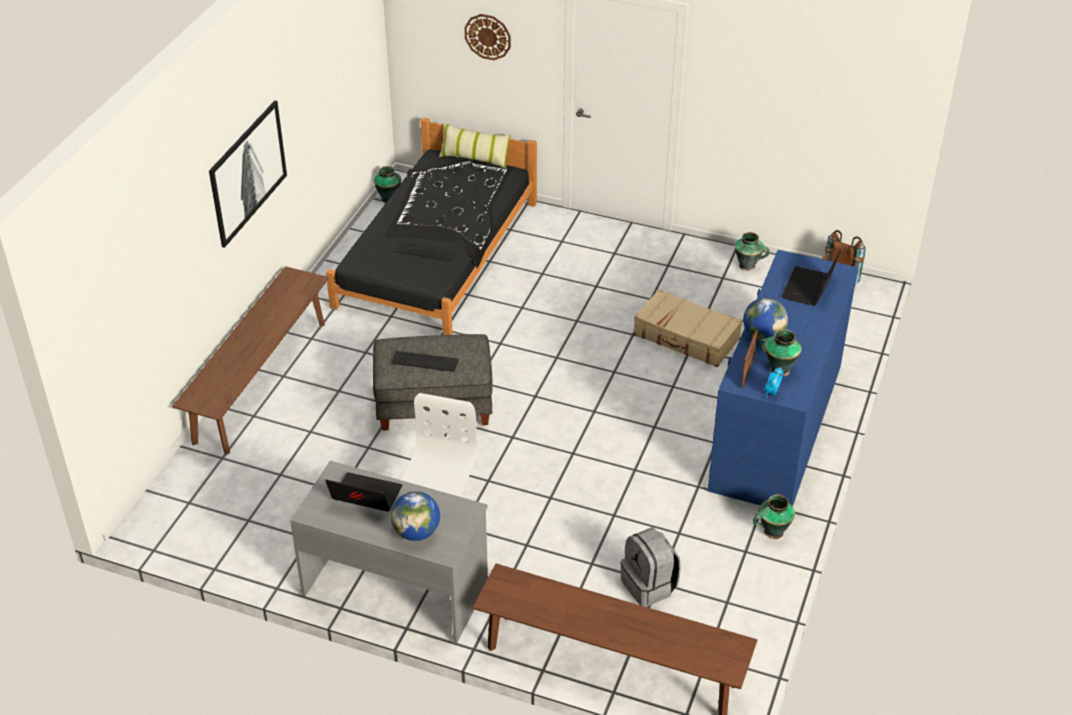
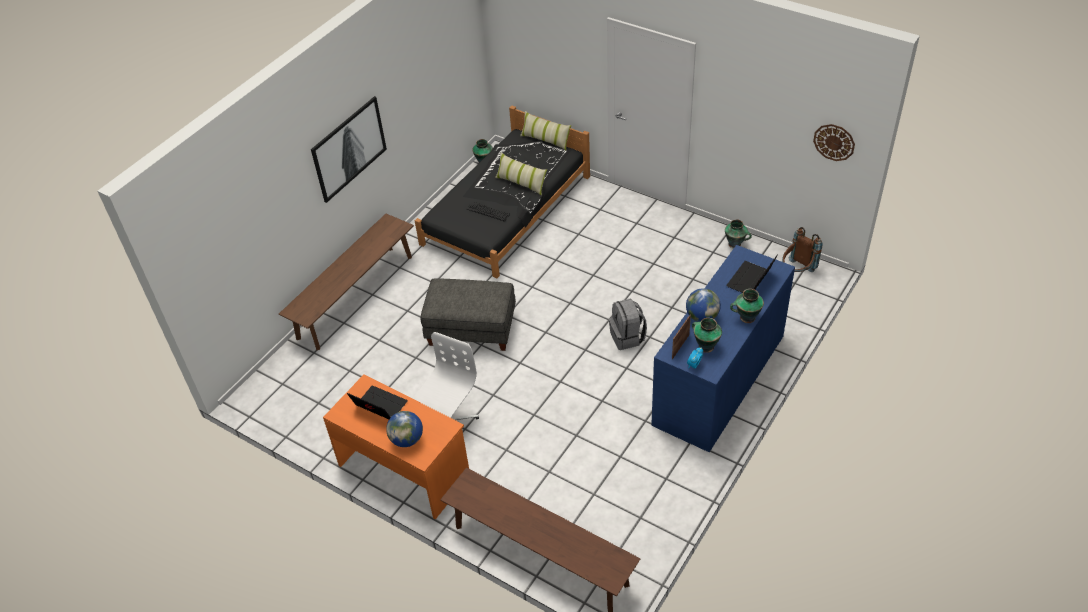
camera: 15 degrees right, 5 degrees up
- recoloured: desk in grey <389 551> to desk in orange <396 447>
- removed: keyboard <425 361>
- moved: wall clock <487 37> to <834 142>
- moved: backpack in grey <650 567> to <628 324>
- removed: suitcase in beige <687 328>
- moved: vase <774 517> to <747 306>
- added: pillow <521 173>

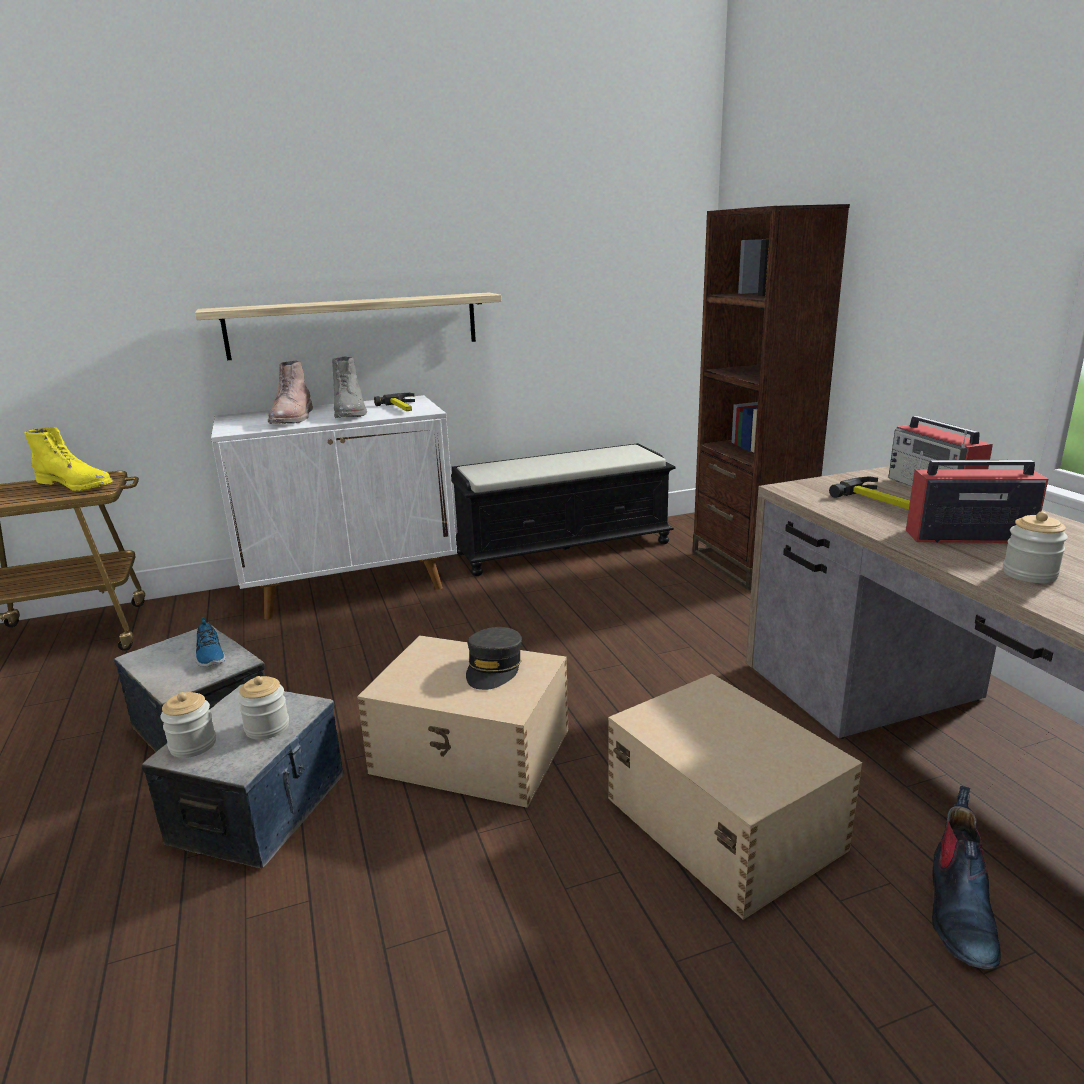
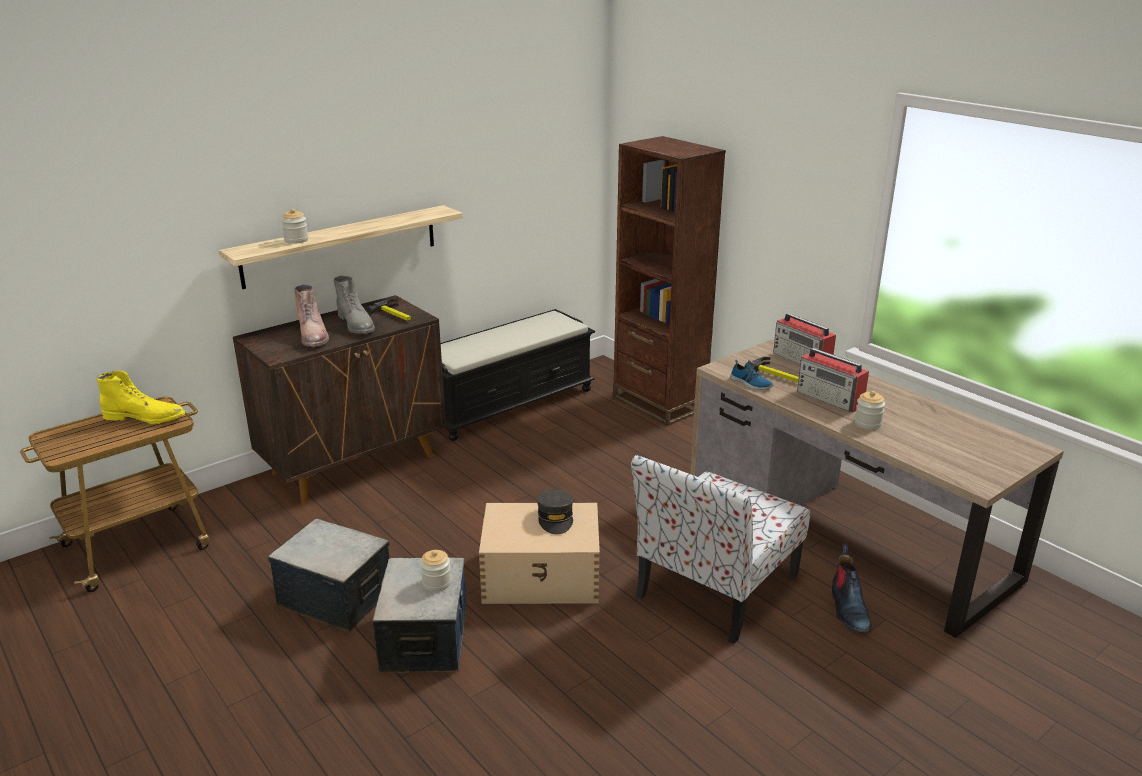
camera: 20 degrees left, 5 degrees up
- moved: jar <188 725> to <294 226>
- moved: shoe <210 642> to <751 375>
- recoloured: cabinet in white <334 507> to cabinet in brown <339 399>
- replaced: storage box in beige <735 797> to chair <720 549>
- turned: radio <977 497> = <833 380> 120 degrees counterclockwise

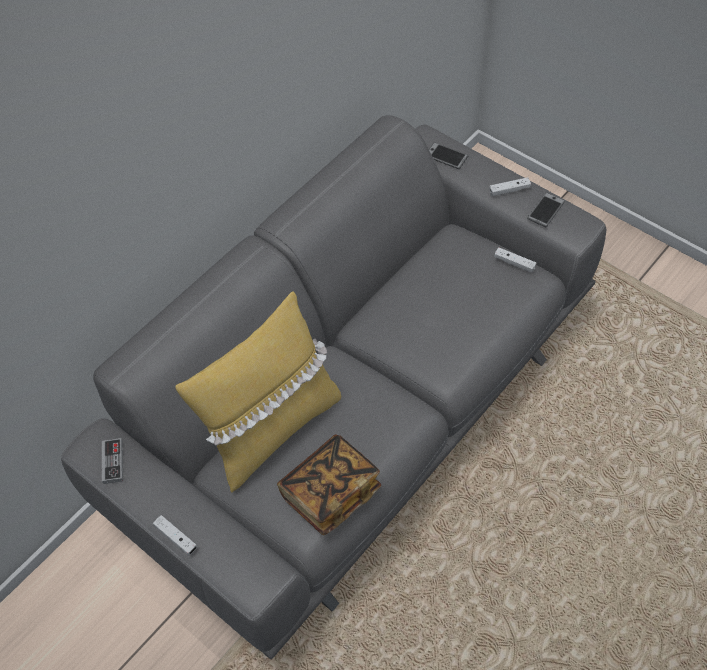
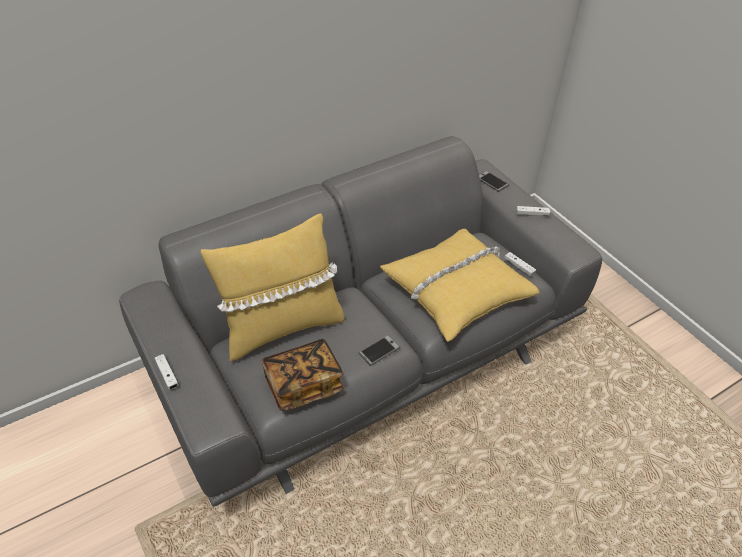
camera: 15 degrees right, 10 degrees down
- removed: game controller <112 461>
- moved: phone <546 209> to <379 350>
- added: pillow in yellow <460 285>

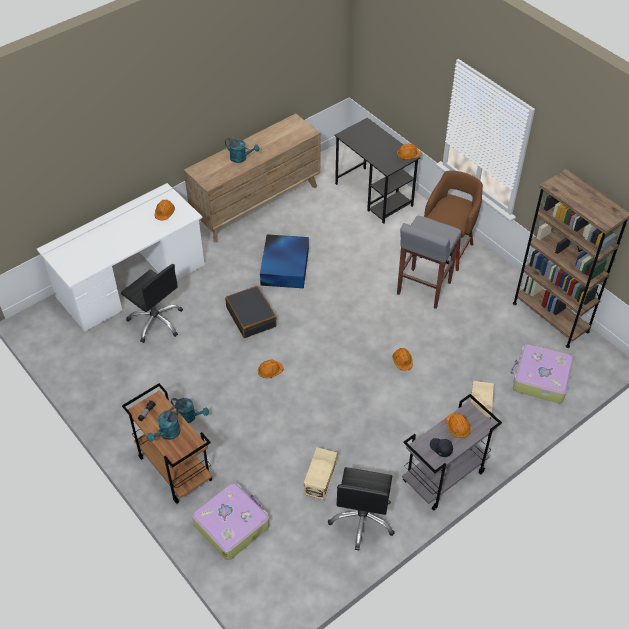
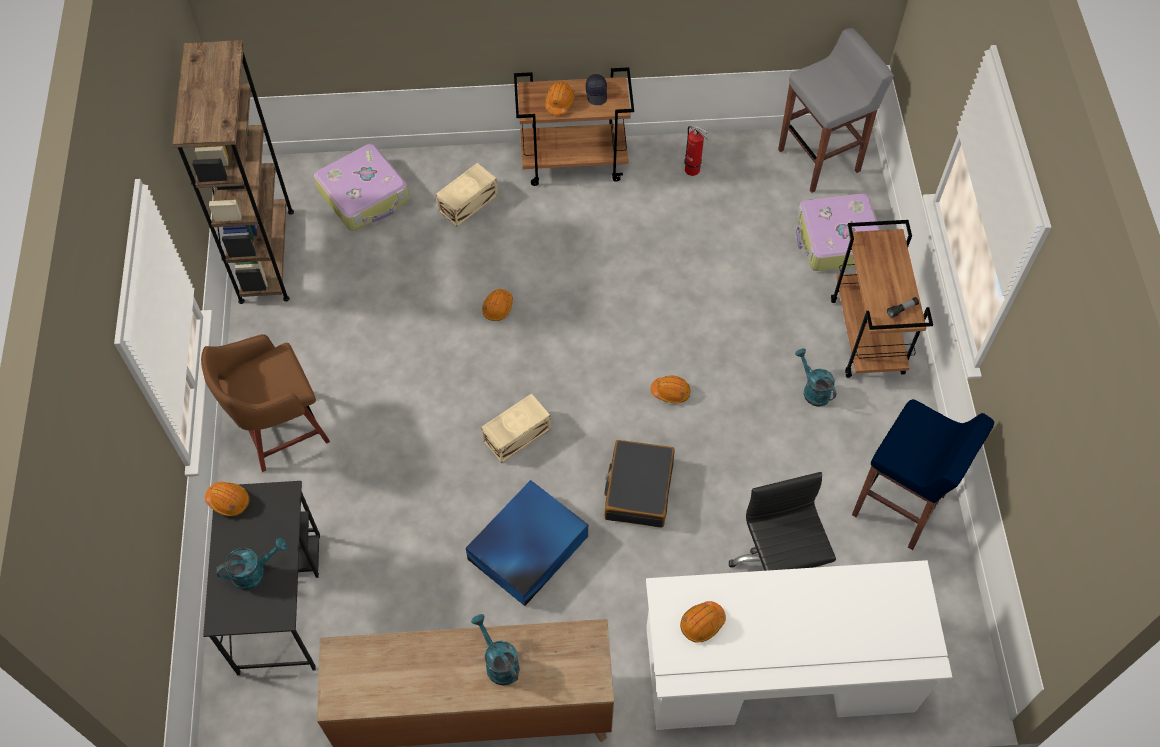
camera: 145 degrees left, 10 degrees up
- moved: watering can in turquoise <164 424> to <251 564>
- moved: storage box in beige <320 473> to <516 428>
- replaced: office chair in black <361 509> to fire extinguisher <696 151>
- moved: stool in grey <429 262> to <836 110>
- recoloured: cart in grey <452 452> to cart in brown <574 126>
- added: stool in blue <923 474>

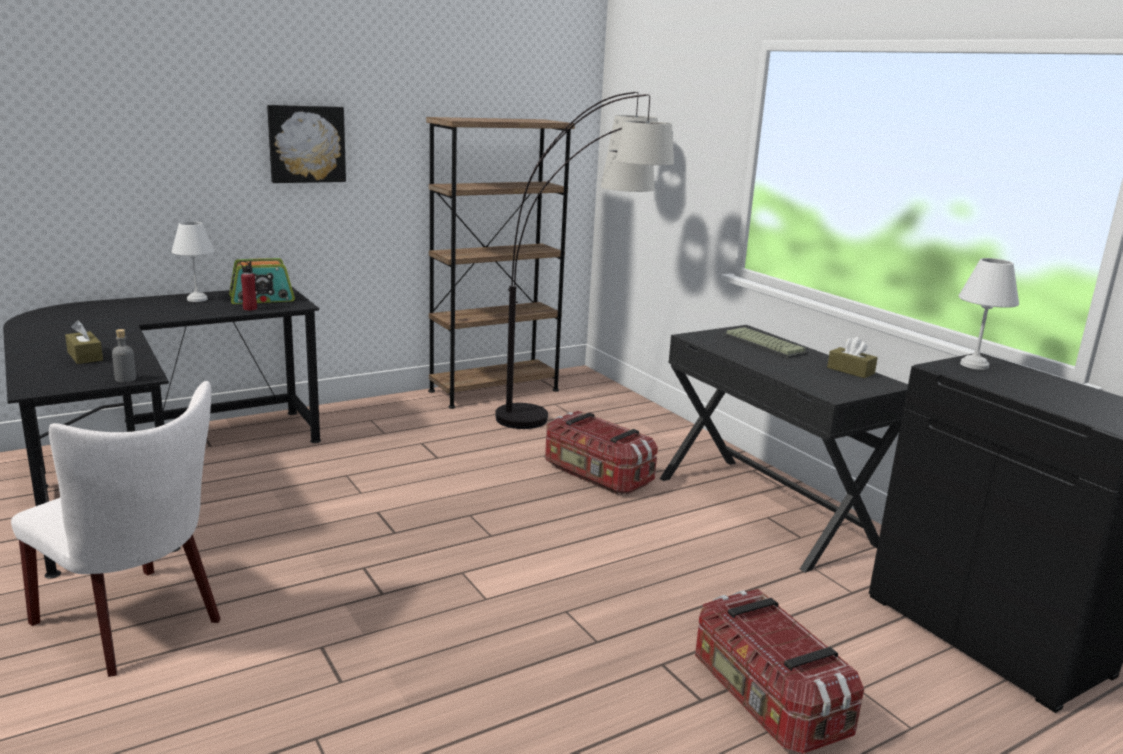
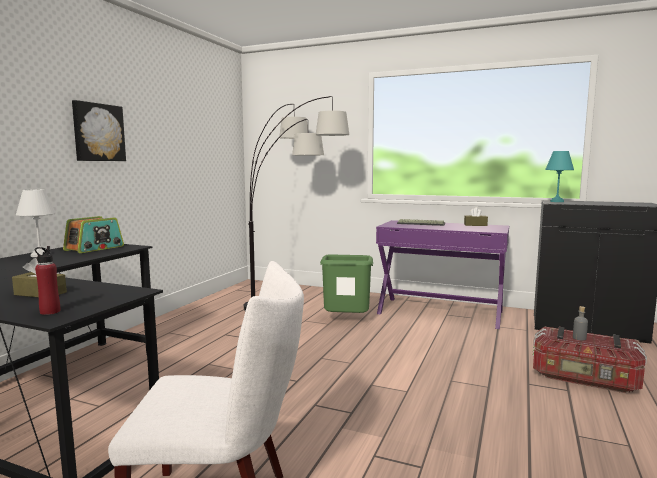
camera: 35 degrees left, 10 degrees down
- moved: bottle in grey <124 355> to <580 323>
- moved: bottle in red <248 286> to <47 280>
- removed: bookcase in brown <500 263>
- replaced: storage box <601 453> to trash can in green <346 283>
- recoloured: desk in black <784 449> to desk in purple <442 274>
- recoloured: table lamp in white <989 314> to table lamp in turquoise <559 176>

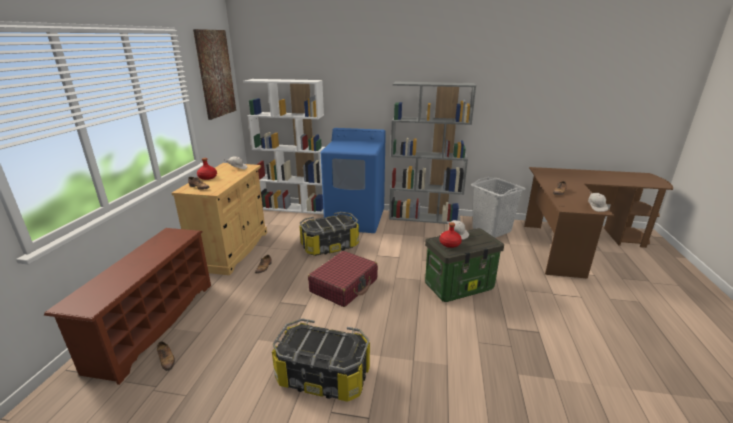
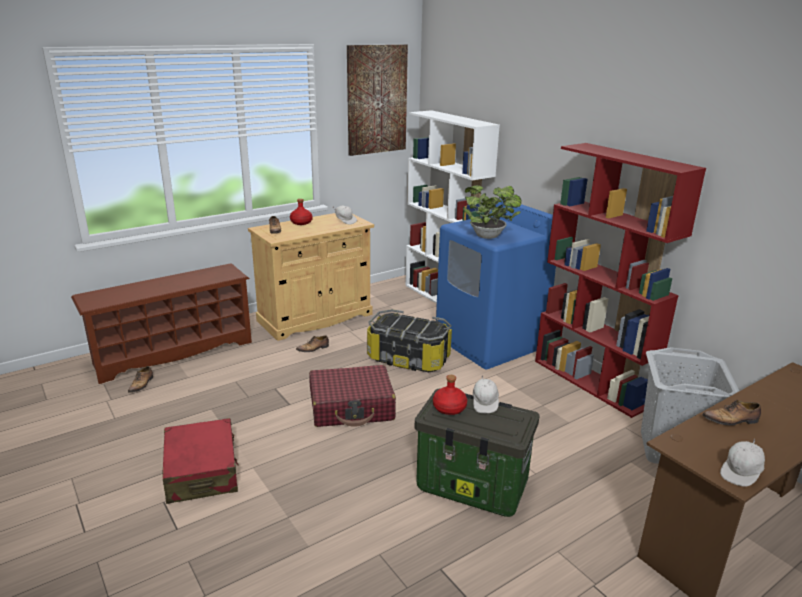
camera: 45 degrees right, 0 degrees up
- replaced: storage box <321 360> to suitcase in red <200 461>
- recoloured: bookcase in grey <432 153> to bookcase in red <620 280>
- added: potted plant <492 212>

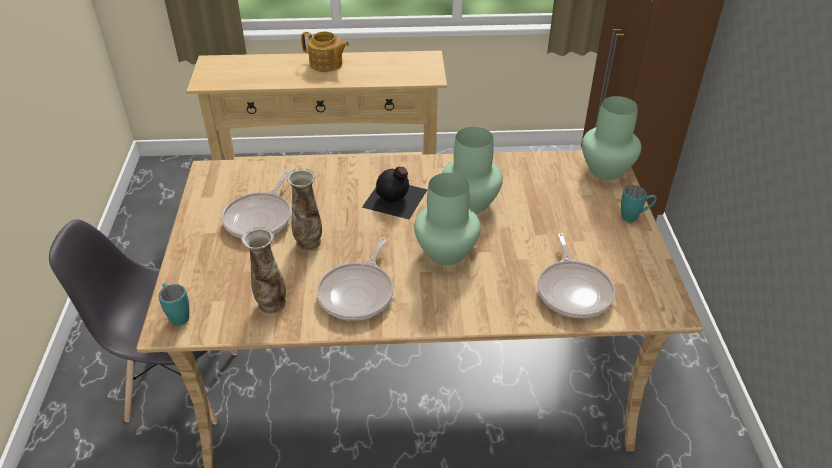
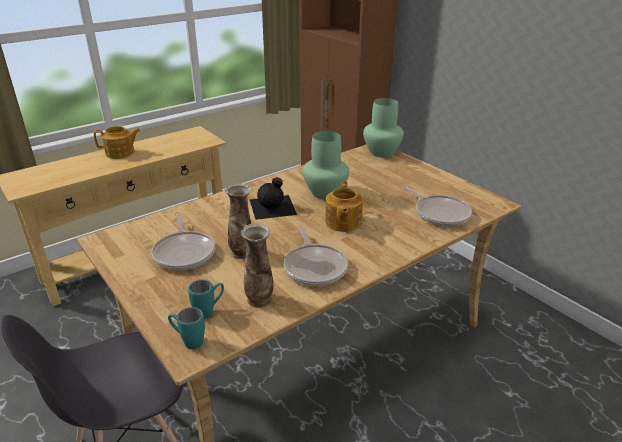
camera: 35 degrees left, 10 degrees down
- replaced: vase in green <447 219> to teapot <344 207>
- moved: mug in turquoise <639 203> to <206 299>

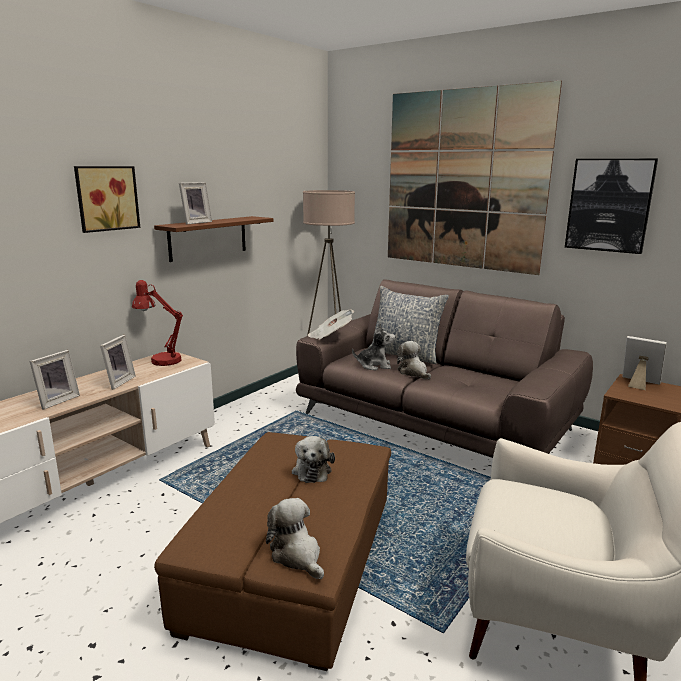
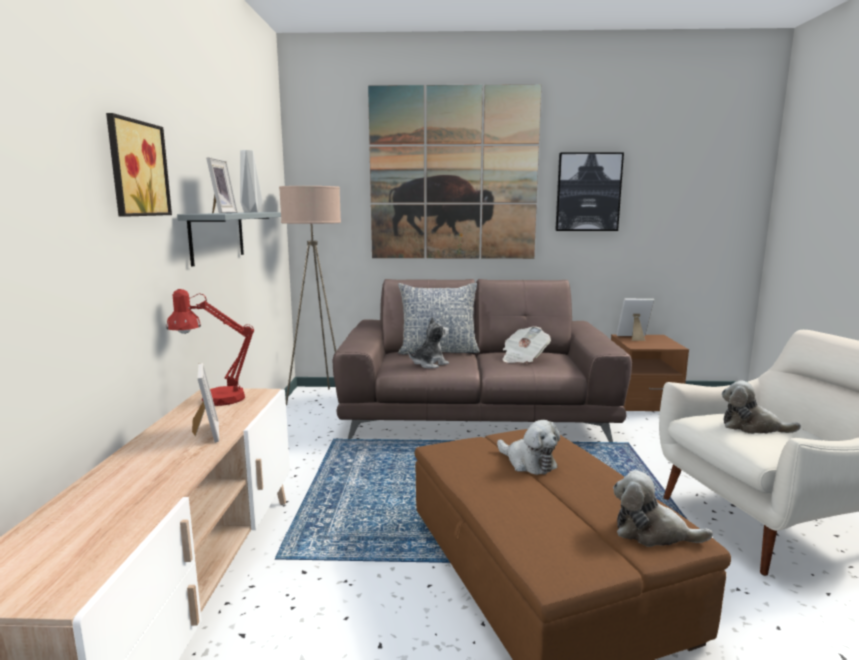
camera: 35 degrees left, 5 degrees down
- removed: picture frame <54 380>
- recoloured: shelf in brown <214 239> to shelf in grey <229 239>
- moved: newspaper <331 325> to <526 344>
- moved: plush toy <414 360> to <761 407>
- added: vase in grey <251 181>

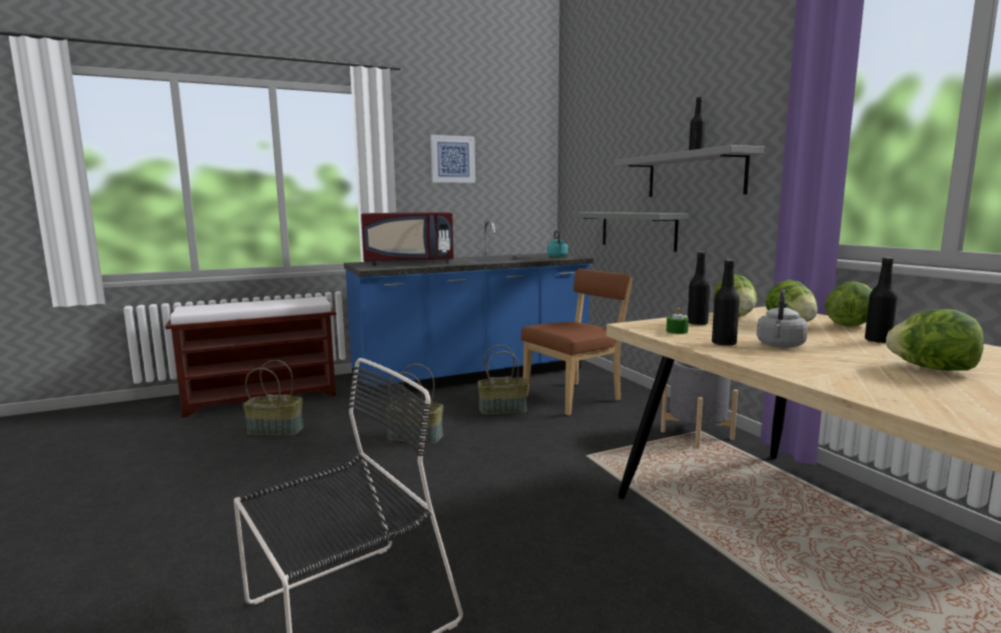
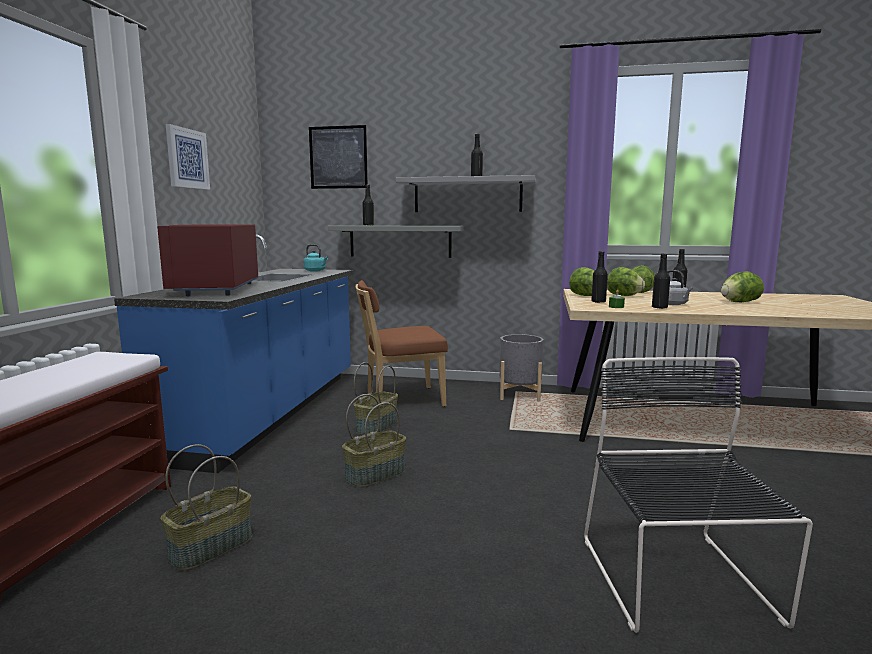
camera: 55 degrees left, 0 degrees up
- turned: microwave in red <407 238> = <207 260> 150 degrees clockwise
- turned: chair in brown <577 342> = <401 343> 105 degrees counterclockwise
- added: picture <338 157>
- added: bottle in black <368 204>

